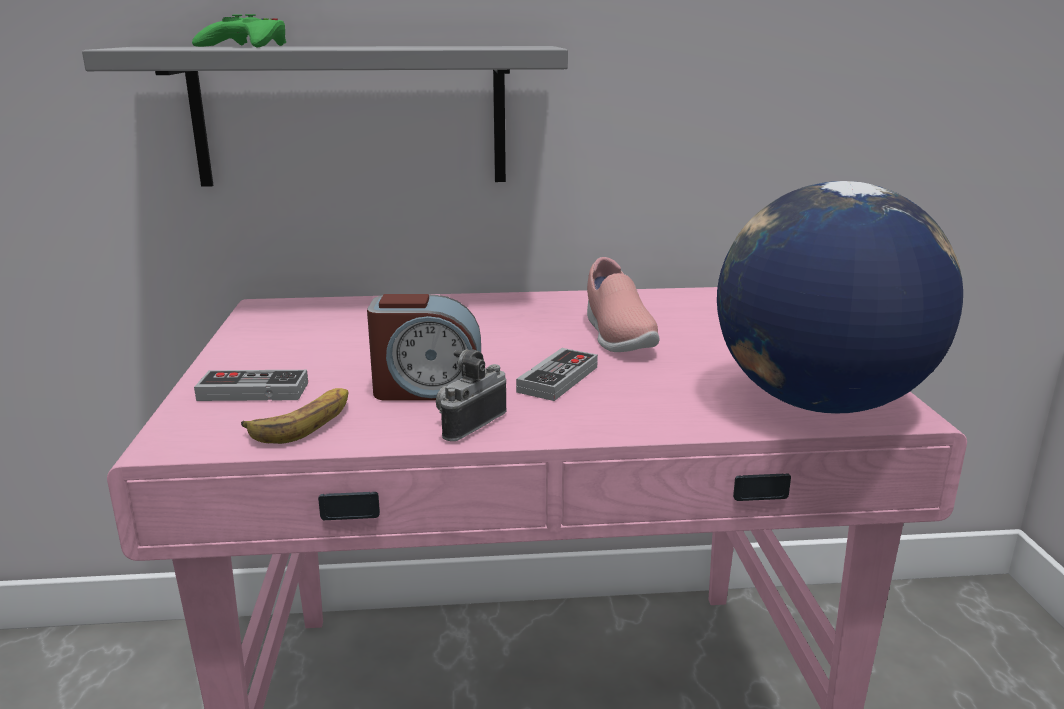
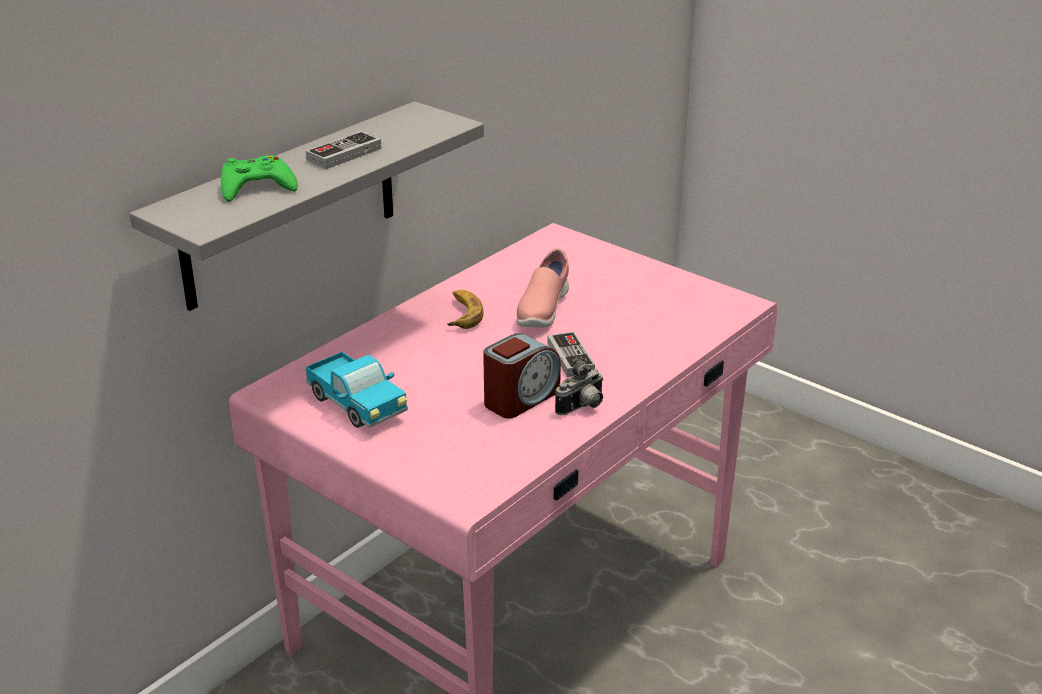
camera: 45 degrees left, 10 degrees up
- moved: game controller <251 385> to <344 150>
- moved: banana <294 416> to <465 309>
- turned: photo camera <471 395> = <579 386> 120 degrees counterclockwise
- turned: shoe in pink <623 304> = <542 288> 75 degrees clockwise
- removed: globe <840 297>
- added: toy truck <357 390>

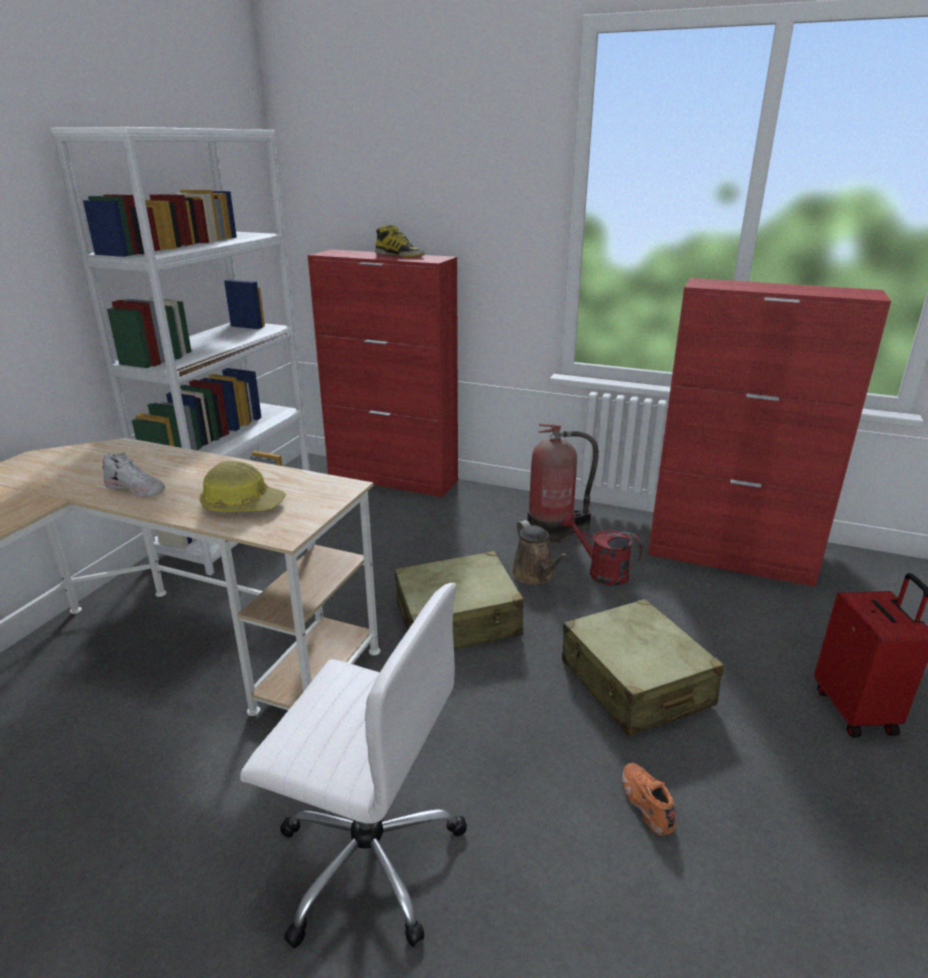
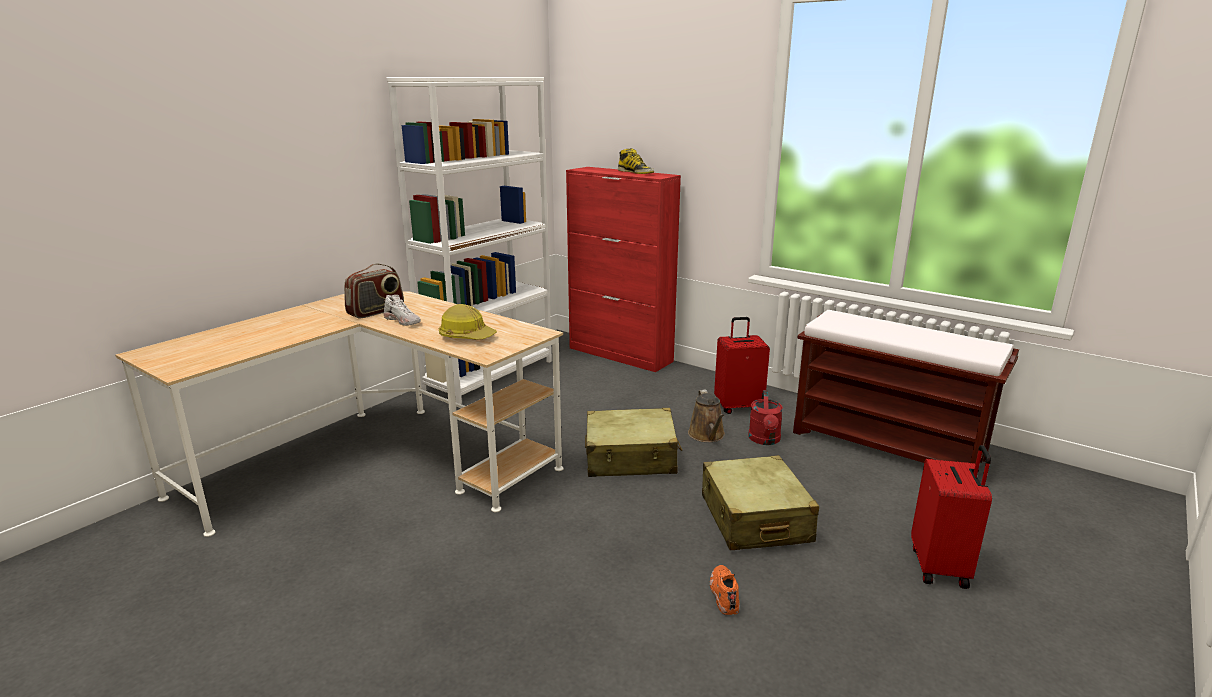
camera: 15 degrees right, 5 degrees down
- removed: office chair in white <353 765>
- replaced: fire extinguisher <563 483> to suitcase in red <742 365>
- turned: watering can in red <602 549> = <765 417> 135 degrees counterclockwise
- replaced: cabinet in red <769 432> to bench in brown <906 387>
- added: radio <374 291>

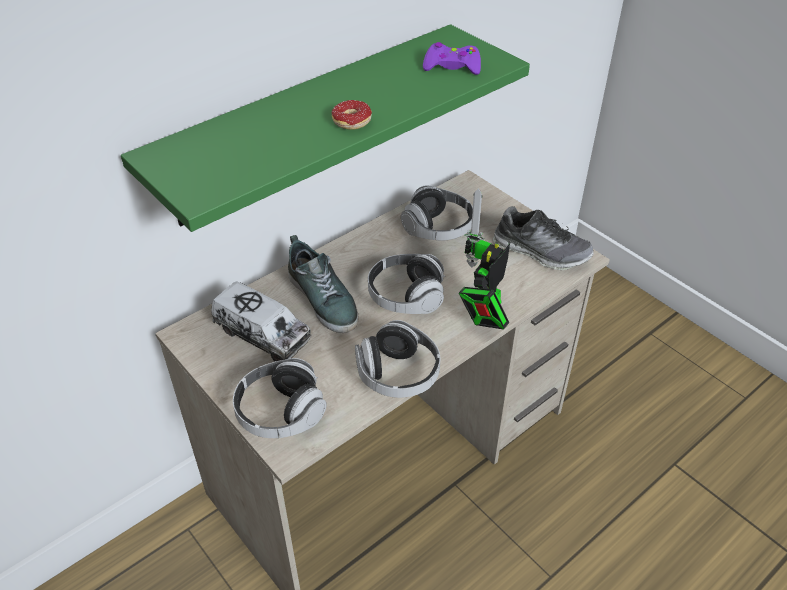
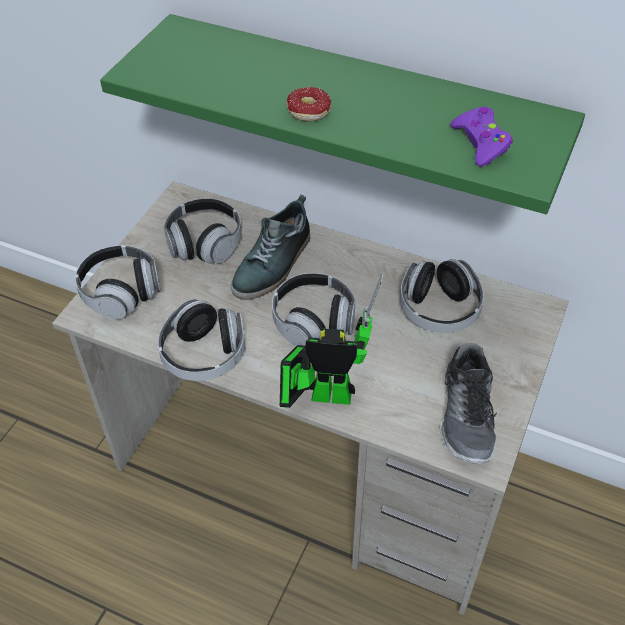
camera: 65 degrees right, 5 degrees up
- replaced: toy truck <261 321> to headphones <203 231>

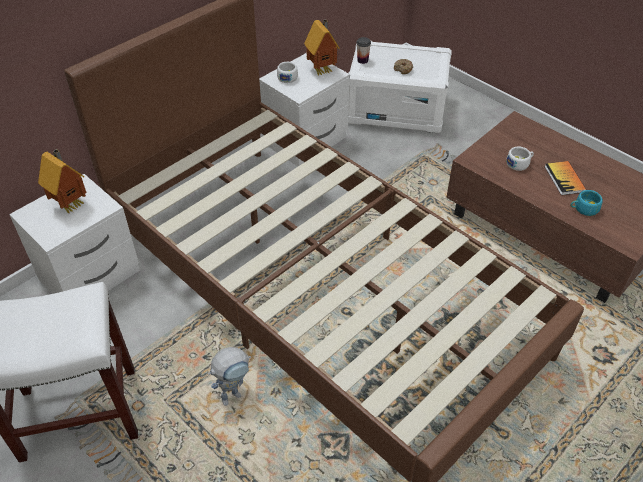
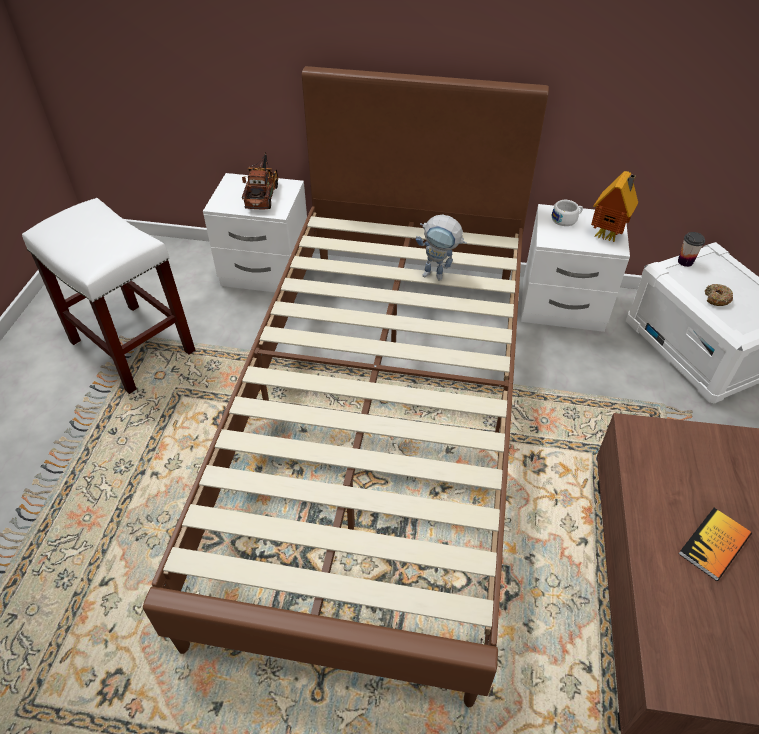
camera: 55 degrees right, 0 degrees up
- replaced: toy house <62 181> to toy truck <260 180>
- moved: toy robot <229 376> to <441 247>
- removed: cup in white <520 159>
- removed: cup in turquoise <586 203>

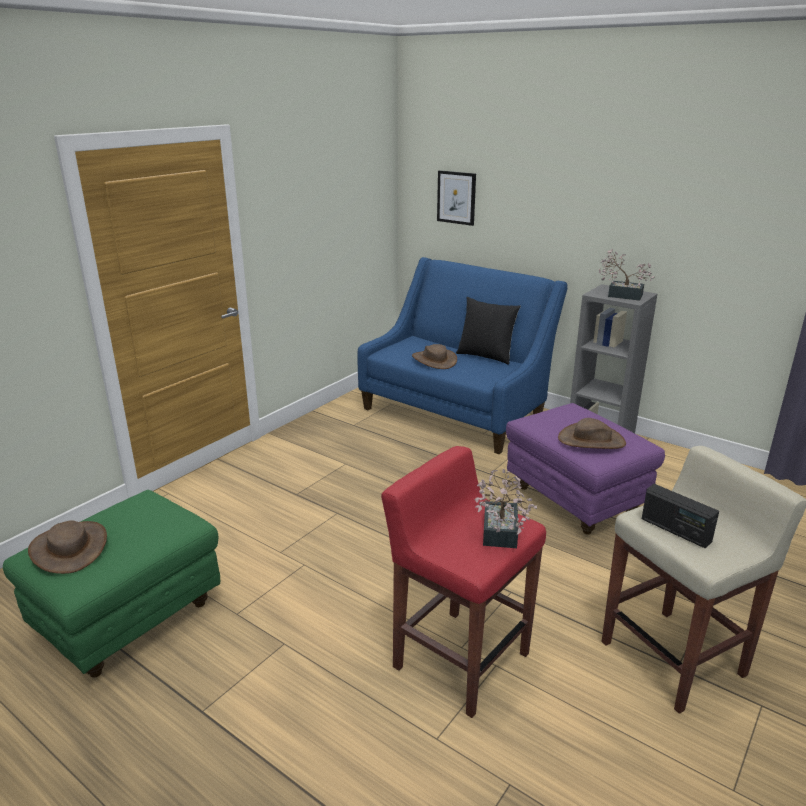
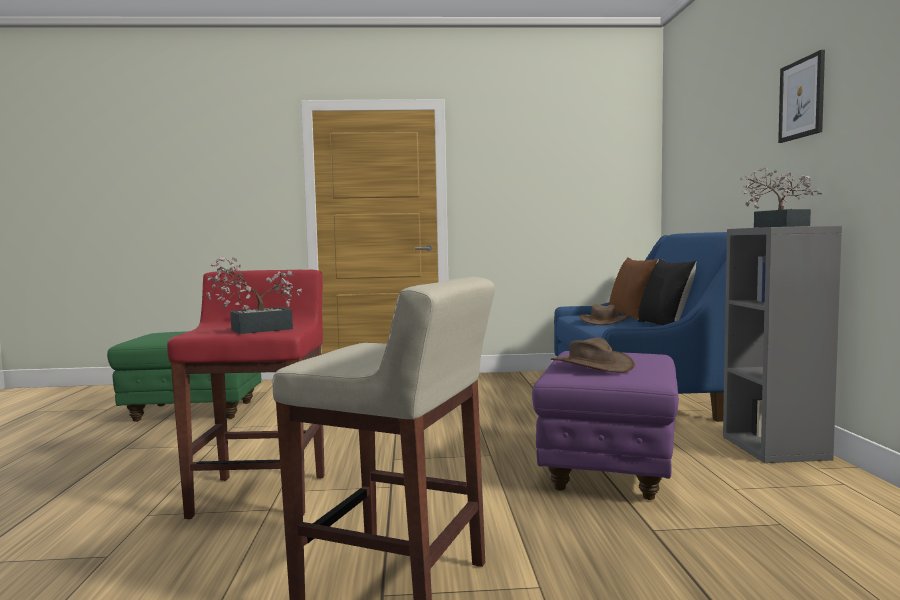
camera: 50 degrees right, 20 degrees down
- removed: hat in brown <67 547>
- moved: picture <456 198> to <801 96>
- removed: radio <680 516>
- added: pillow in brown <634 288>

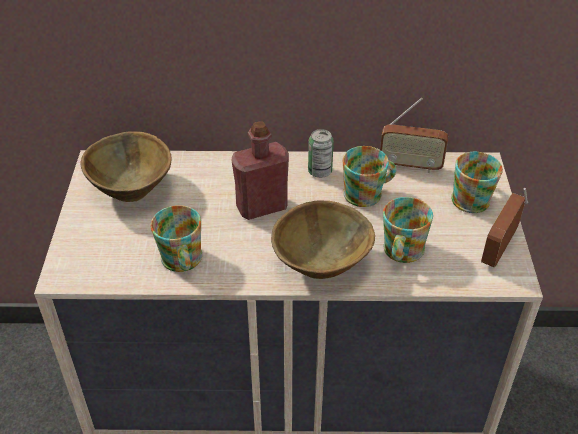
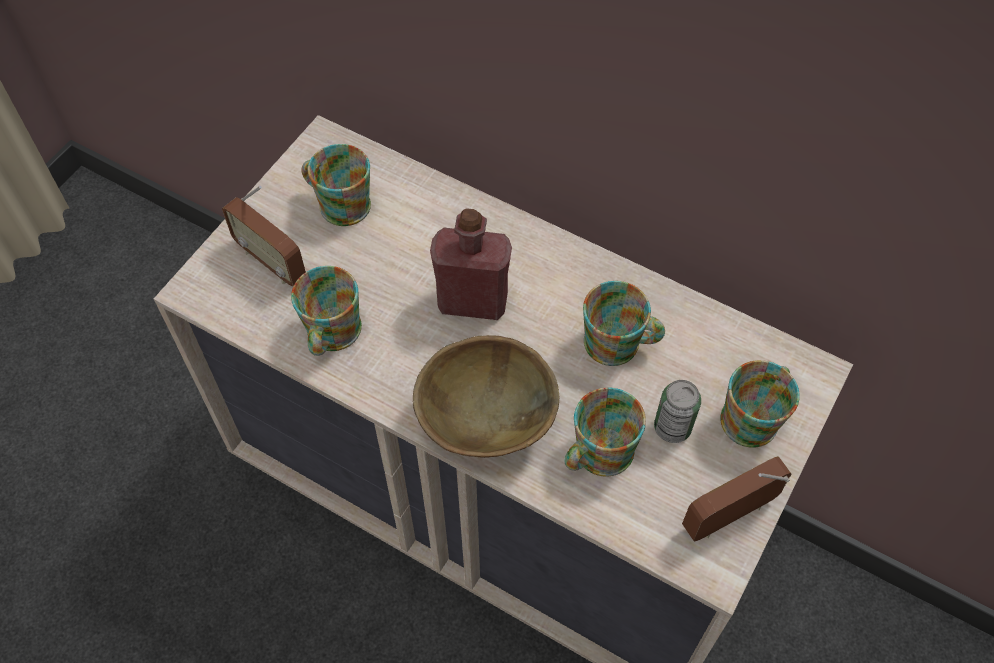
camera: 30 degrees right, 15 degrees up
- replaced: bowl in brown <126 166> to mug <336 185>
- moved: can <321 153> to <677 411>
- moved: radio <414 135> to <264 236>

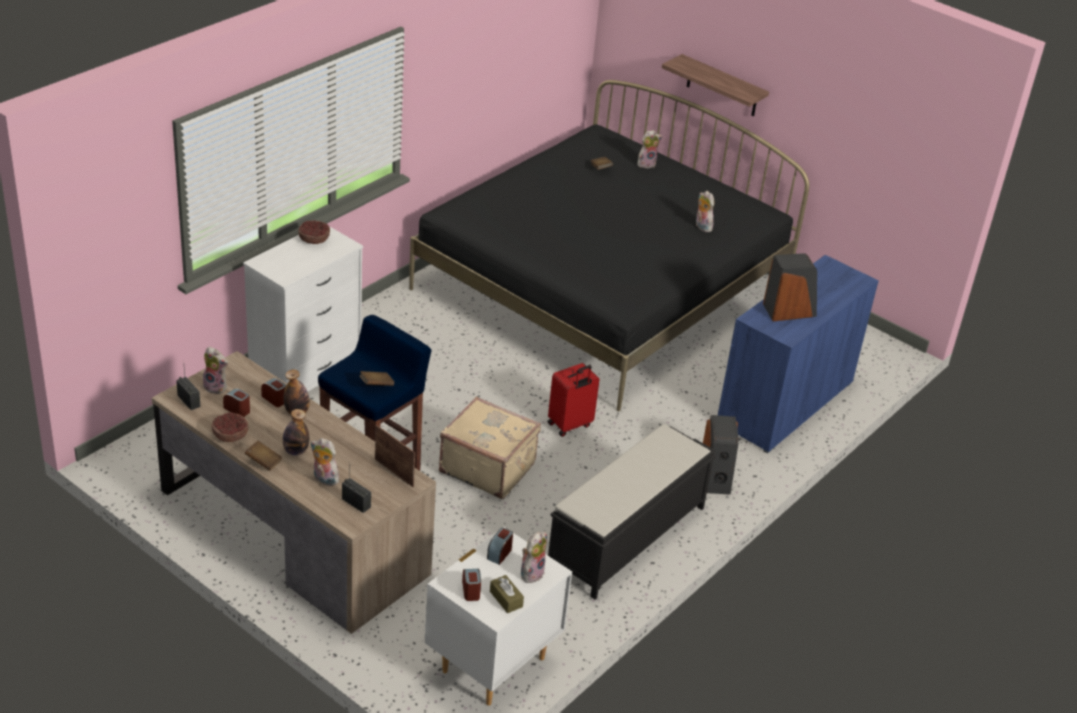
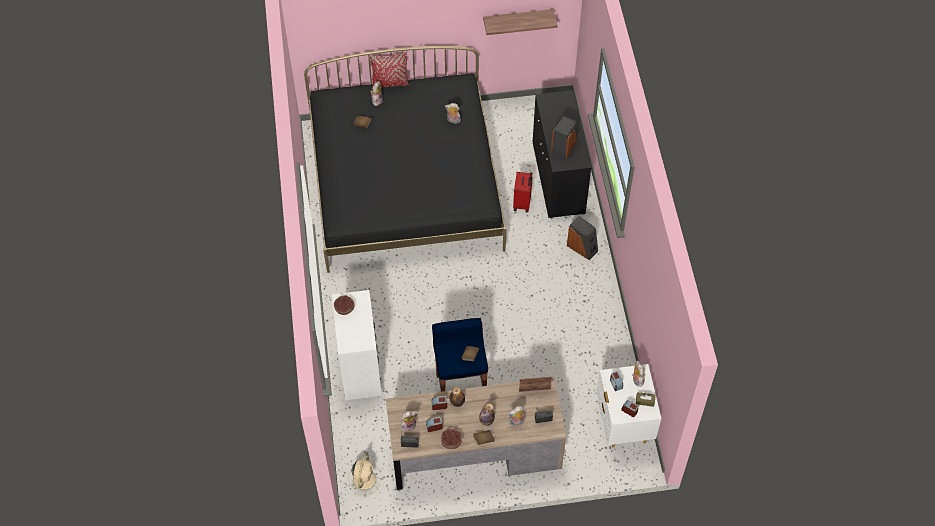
camera: 45 degrees left, 20 degrees up
- removed: suitcase in beige <490 448>
- moved: suitcase in red <574 400> to <523 192>
- removed: bench in black <632 512>
- moved: shelf <715 85> to <520 22>
- recoloured: cabinet in blue <798 354> to cabinet in black <562 154>
- added: fan in beige <364 474>
- added: pillow in red <390 71>

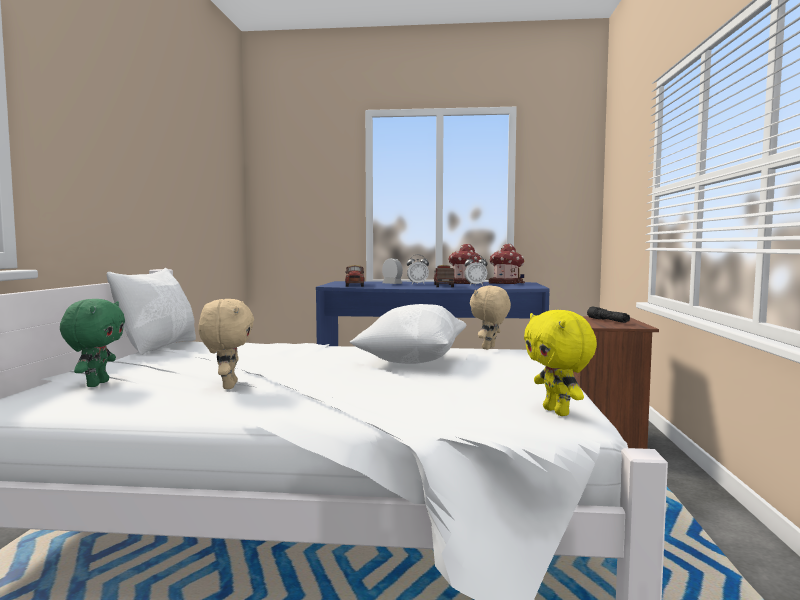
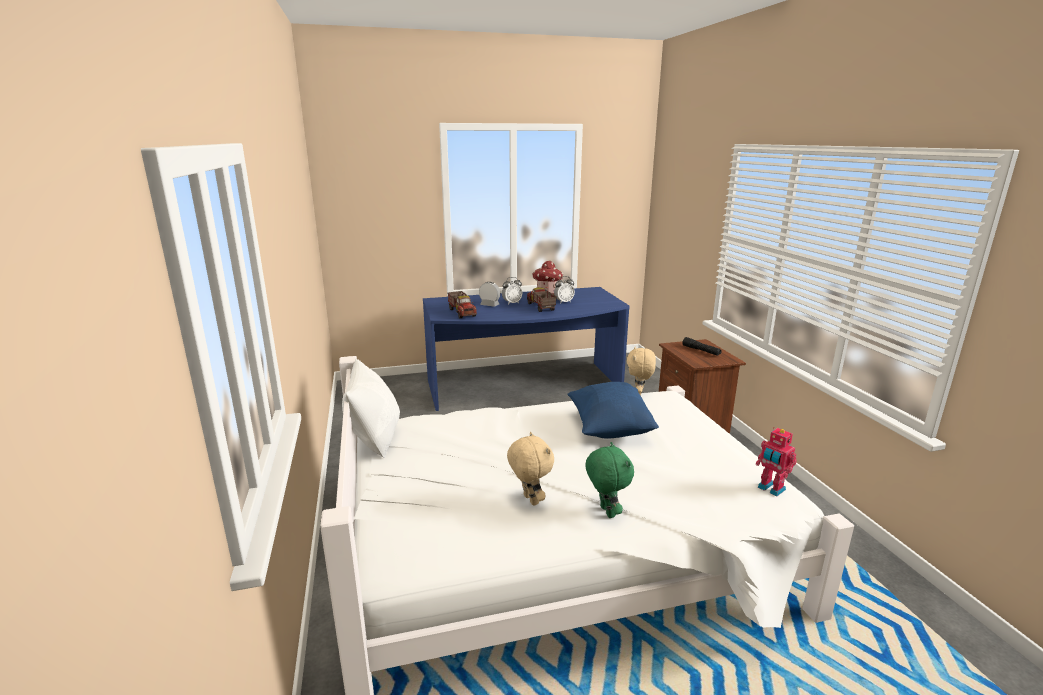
camera: 20 degrees left, 15 degrees up
- moved: plush toy in green <92 343> to <609 480>
- recoloured: pillow in white <408 334> to pillow in blue <613 410>
- removed: toy house <507 264>
- replaced: plush toy in yellow <560 363> to toy robot <776 461>

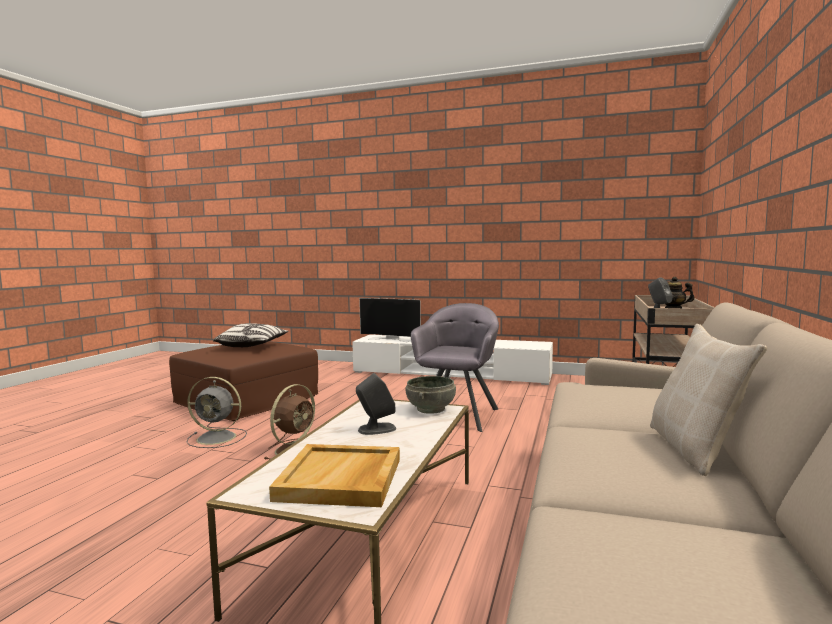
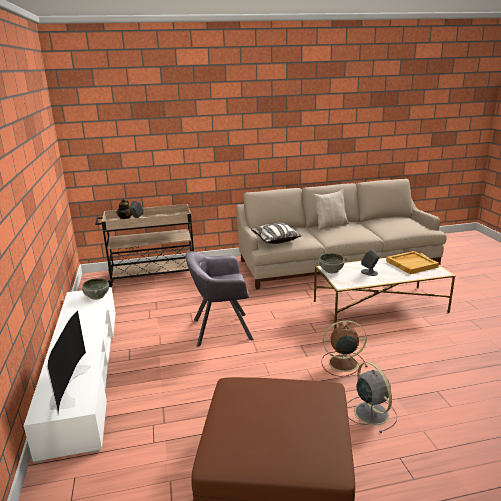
camera: 120 degrees left, 15 degrees up
- moved: pillow <251 335> to <276 233>
- added: bowl in grey <95 289>

